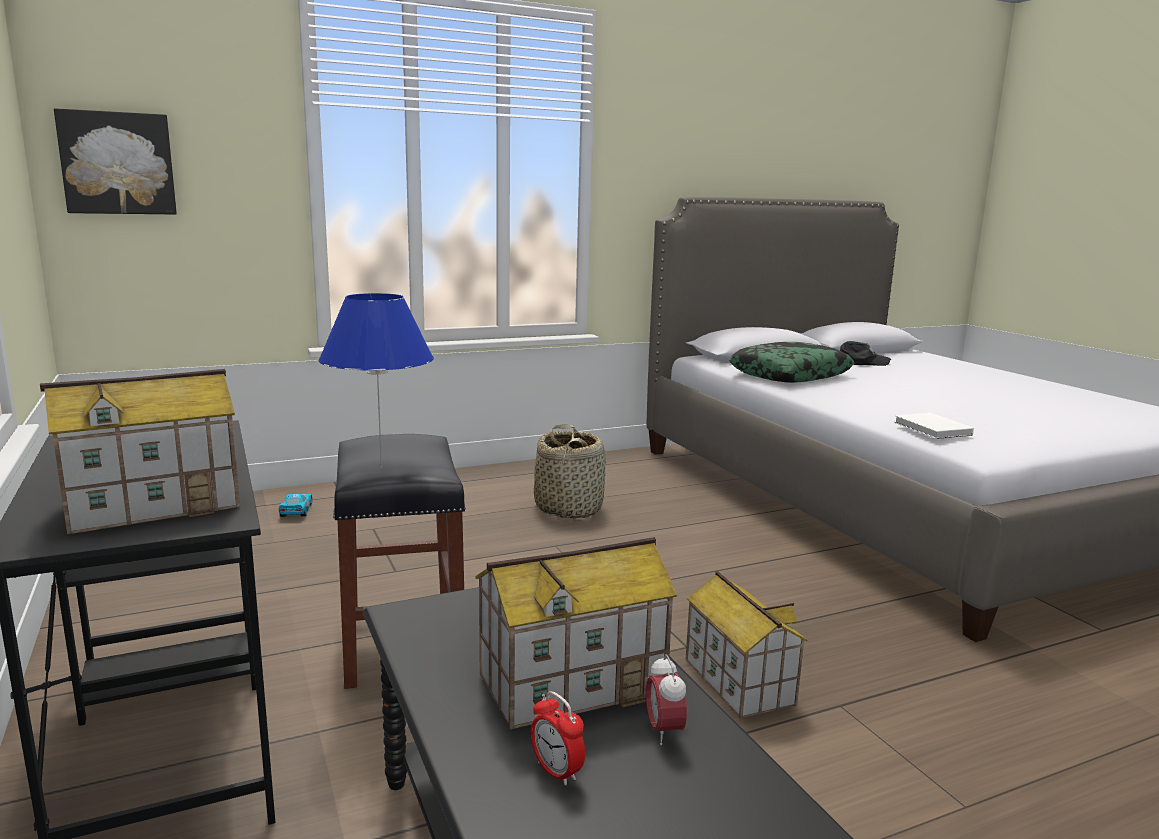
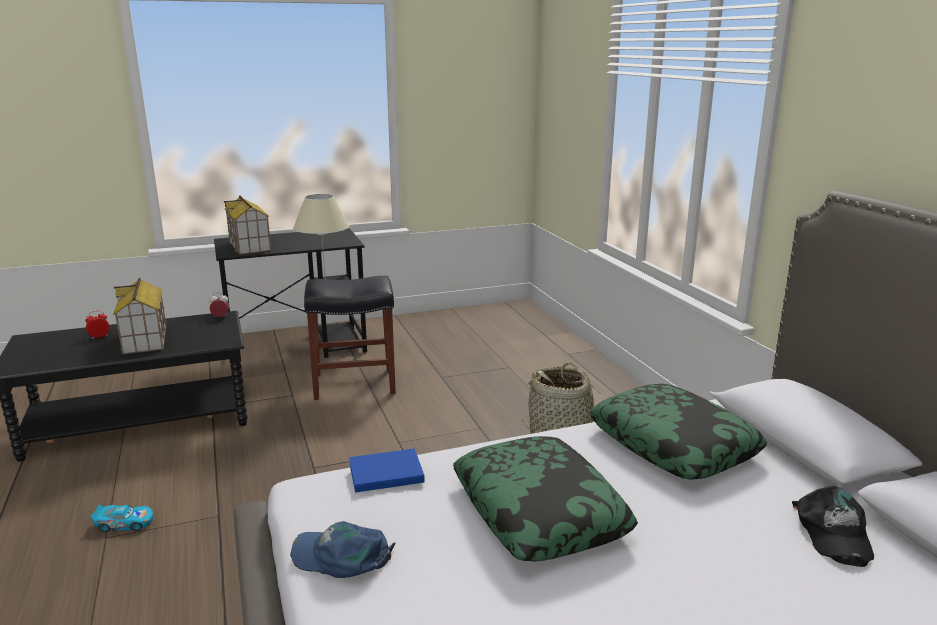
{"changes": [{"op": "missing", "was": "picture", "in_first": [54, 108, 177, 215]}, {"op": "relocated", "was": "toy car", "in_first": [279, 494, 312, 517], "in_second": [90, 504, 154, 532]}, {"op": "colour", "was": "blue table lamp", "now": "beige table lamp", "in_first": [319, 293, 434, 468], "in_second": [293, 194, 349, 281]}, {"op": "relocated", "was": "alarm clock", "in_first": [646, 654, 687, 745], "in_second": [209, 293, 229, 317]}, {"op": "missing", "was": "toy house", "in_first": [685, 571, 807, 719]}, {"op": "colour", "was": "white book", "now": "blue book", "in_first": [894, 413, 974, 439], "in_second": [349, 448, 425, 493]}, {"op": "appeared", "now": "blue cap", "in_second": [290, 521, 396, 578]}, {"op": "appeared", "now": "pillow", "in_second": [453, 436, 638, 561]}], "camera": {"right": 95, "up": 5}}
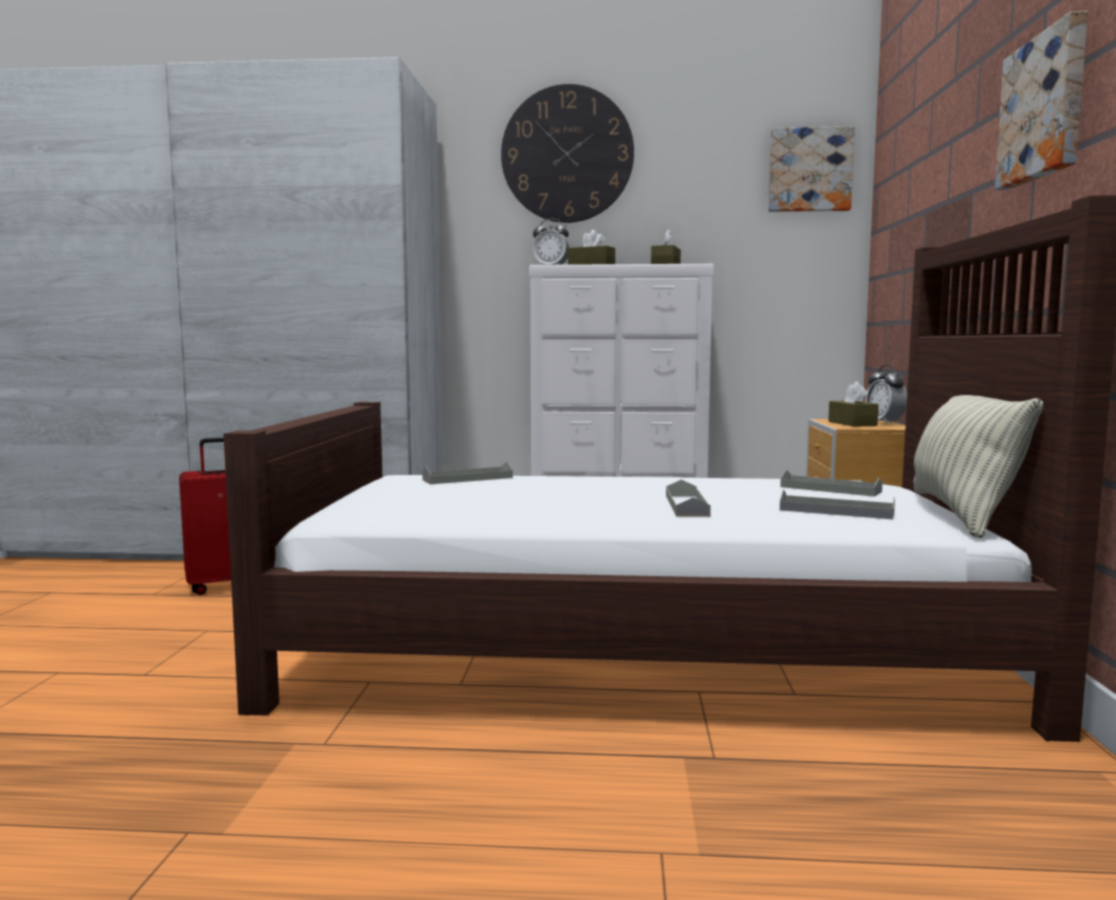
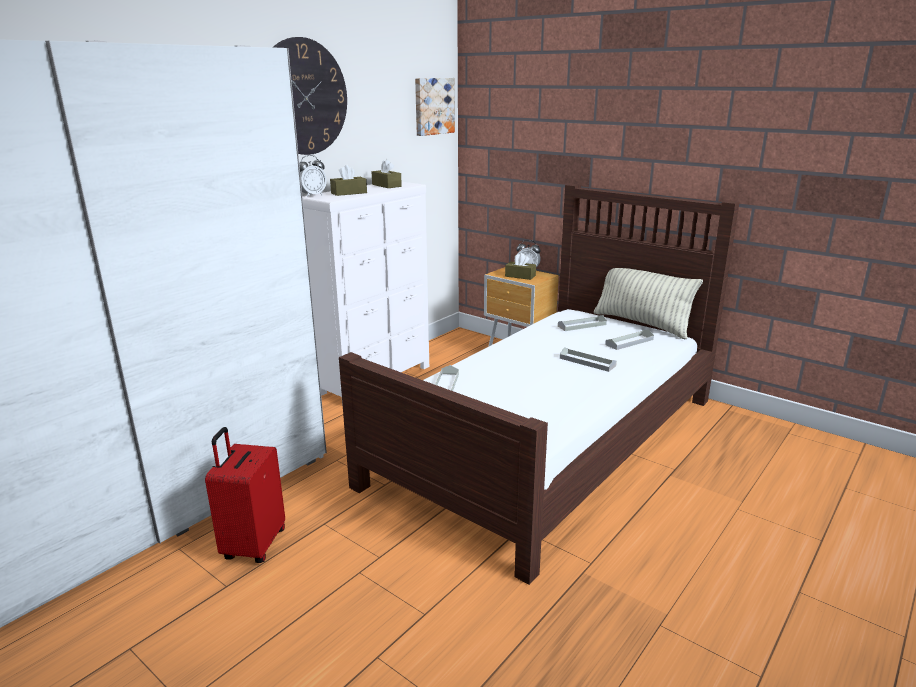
{"changes": [{"op": "missing", "was": "picture", "in_first": [995, 11, 1088, 190]}], "camera": {"right": -55, "up": 15}}
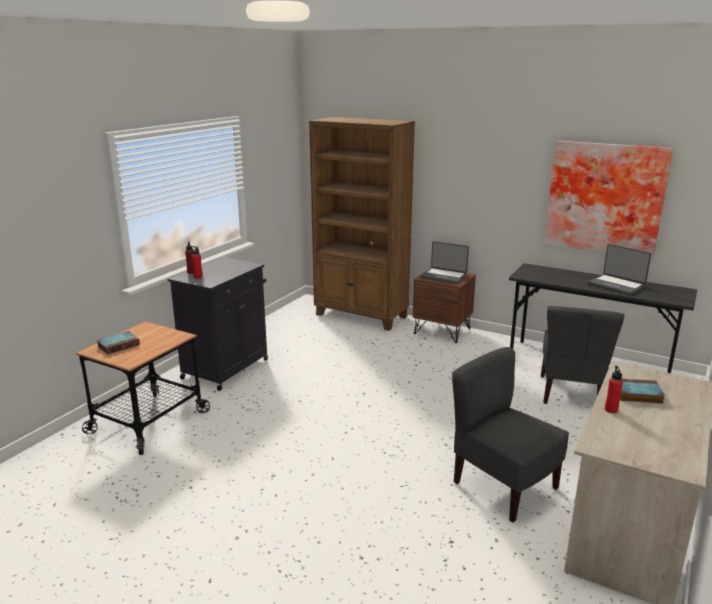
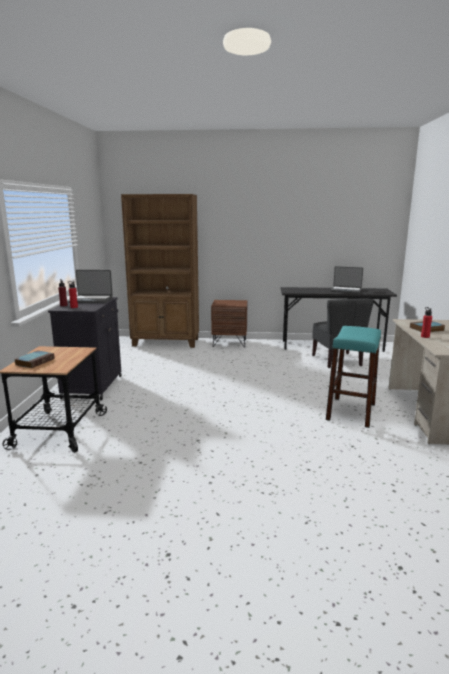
{"changes": [{"op": "relocated", "was": "laptop", "in_first": [421, 241, 469, 284], "in_second": [69, 270, 113, 303]}, {"op": "exchanged", "was": "grey chair", "now": "turquoise stool", "in_first": [452, 347, 569, 522], "in_second": [326, 326, 381, 428]}, {"op": "missing", "was": "picture", "in_first": [544, 141, 673, 259]}], "camera": {"right": -25, "up": -5}}
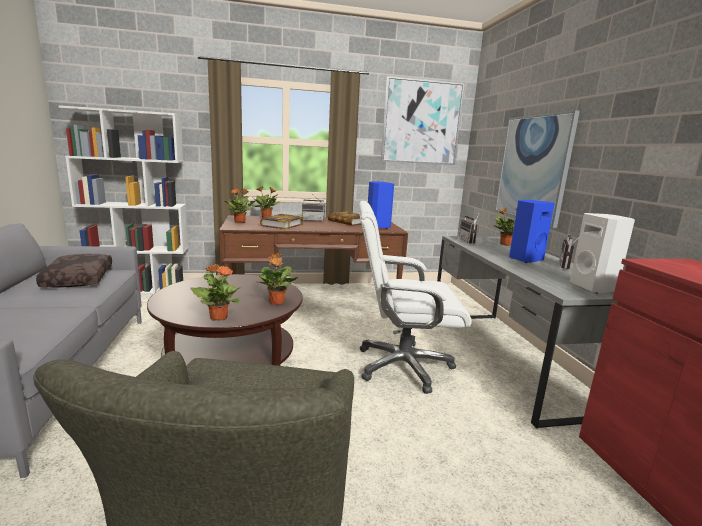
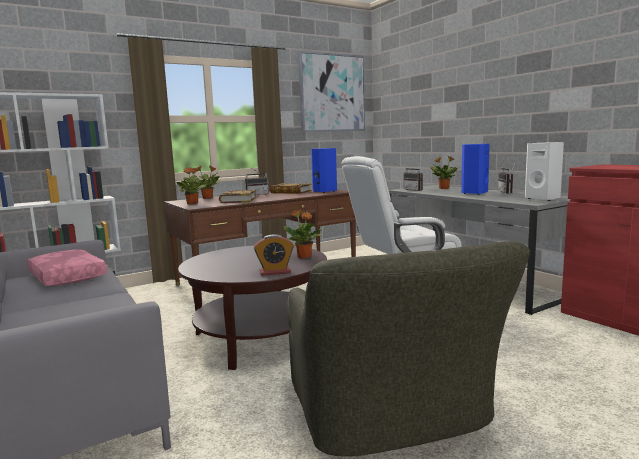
{"changes": [{"op": "colour", "was": "brown pillow", "now": "pink pillow", "in_first": [36, 254, 112, 288], "in_second": [27, 249, 107, 286]}, {"op": "exchanged", "was": "potted plant", "now": "alarm clock", "in_first": [190, 264, 242, 321], "in_second": [254, 234, 294, 276]}, {"op": "missing", "was": "picture", "in_first": [495, 110, 580, 228]}], "camera": {"right": -20, "up": -5}}
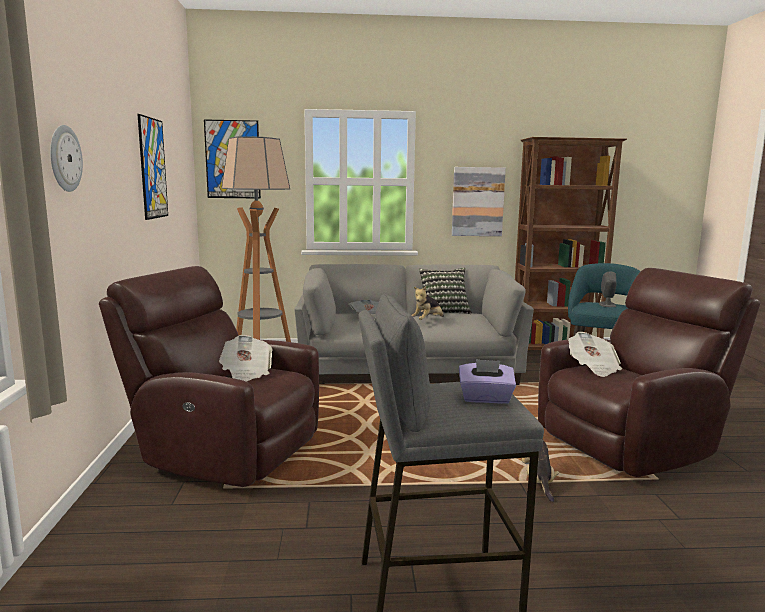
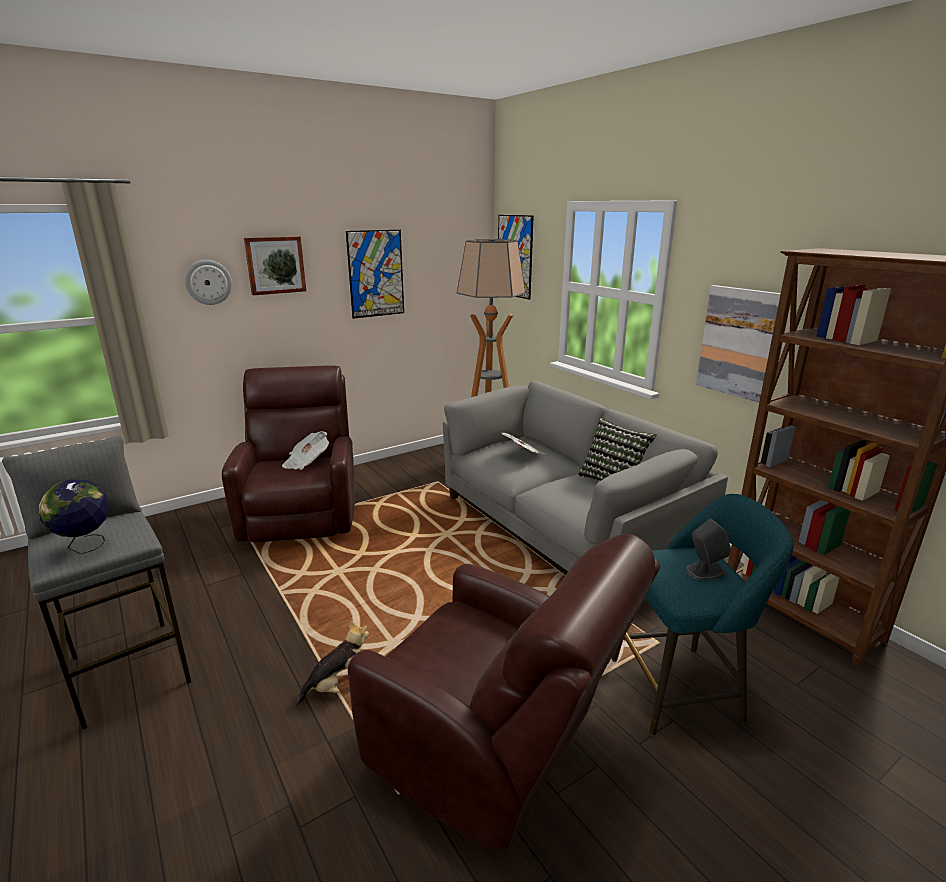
{"changes": [{"op": "missing", "was": "plush toy", "in_first": [412, 286, 444, 320]}, {"op": "exchanged", "was": "purple tissue box", "now": "globe", "in_first": [459, 359, 516, 404], "in_second": [39, 479, 109, 554]}, {"op": "missing", "was": "newspaper", "in_first": [568, 332, 622, 377]}, {"op": "appeared", "now": "picture", "in_second": [244, 236, 306, 295]}], "camera": {"right": 60, "up": 10}}
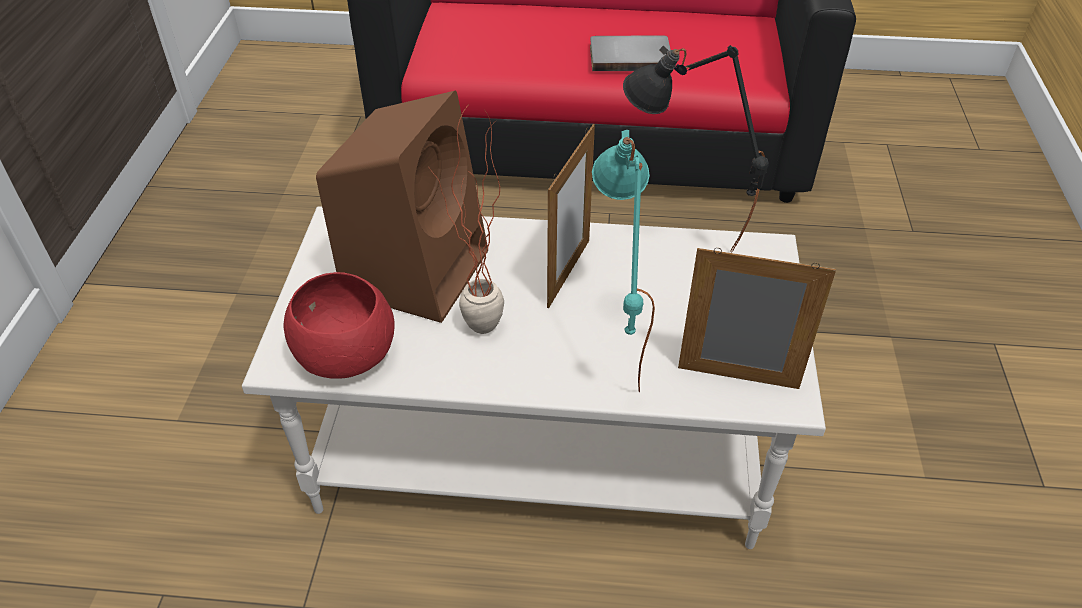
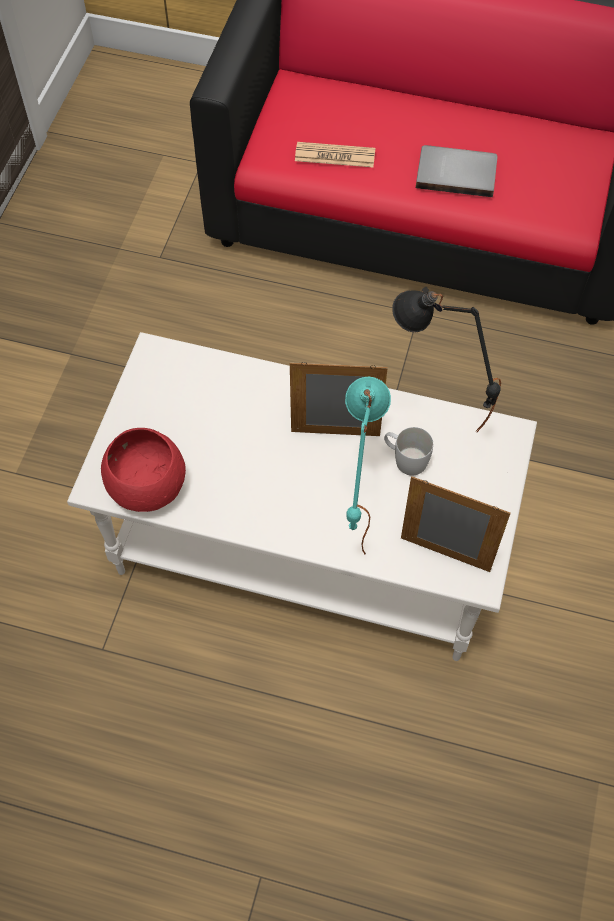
{"changes": [{"op": "missing", "was": "brown speaker", "in_first": [316, 91, 488, 323]}, {"op": "missing", "was": "potted plant", "in_first": [429, 103, 504, 334]}, {"op": "spun", "was": "picture frame", "in_first": [547, 124, 595, 308], "in_second": [290, 362, 388, 436], "clockwise": -120}, {"op": "appeared", "now": "newspaper", "in_second": [295, 142, 375, 167]}, {"op": "appeared", "now": "white mug", "in_second": [384, 427, 433, 476]}], "camera": {"right": 10, "up": 15}}
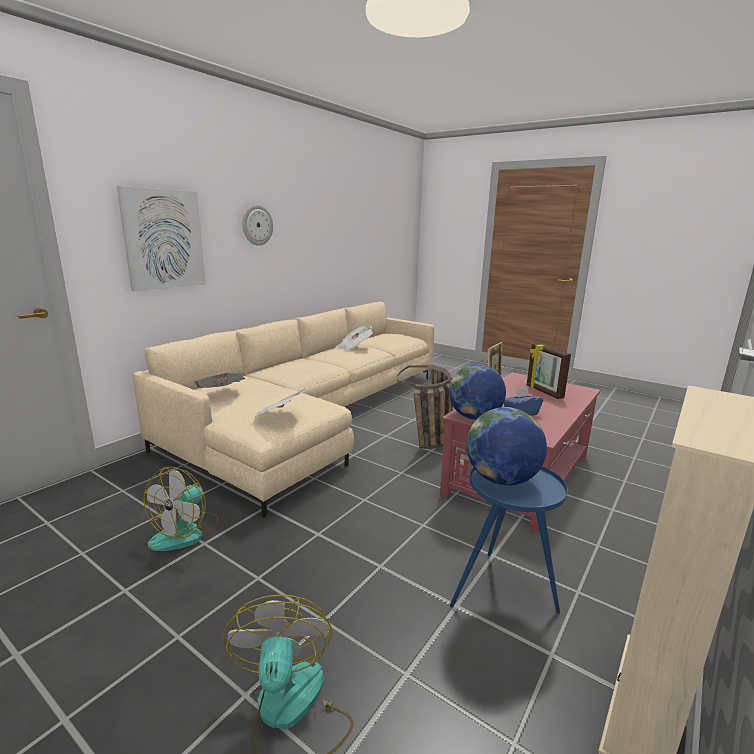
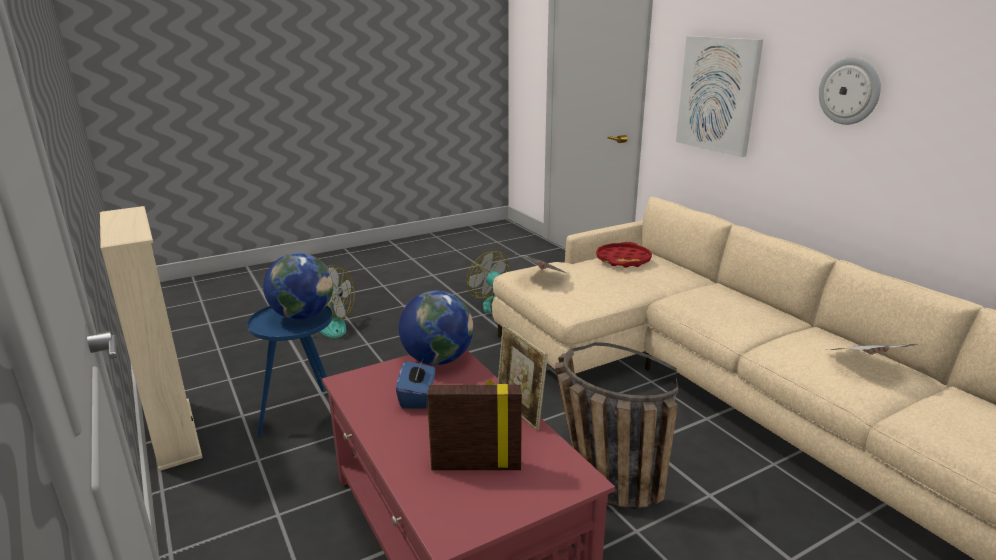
{"changes": [{"op": "exchanged", "was": "newspaper", "now": "red tray", "in_first": [194, 373, 245, 388], "in_second": [596, 242, 652, 268]}], "camera": {"right": 115, "up": 5}}
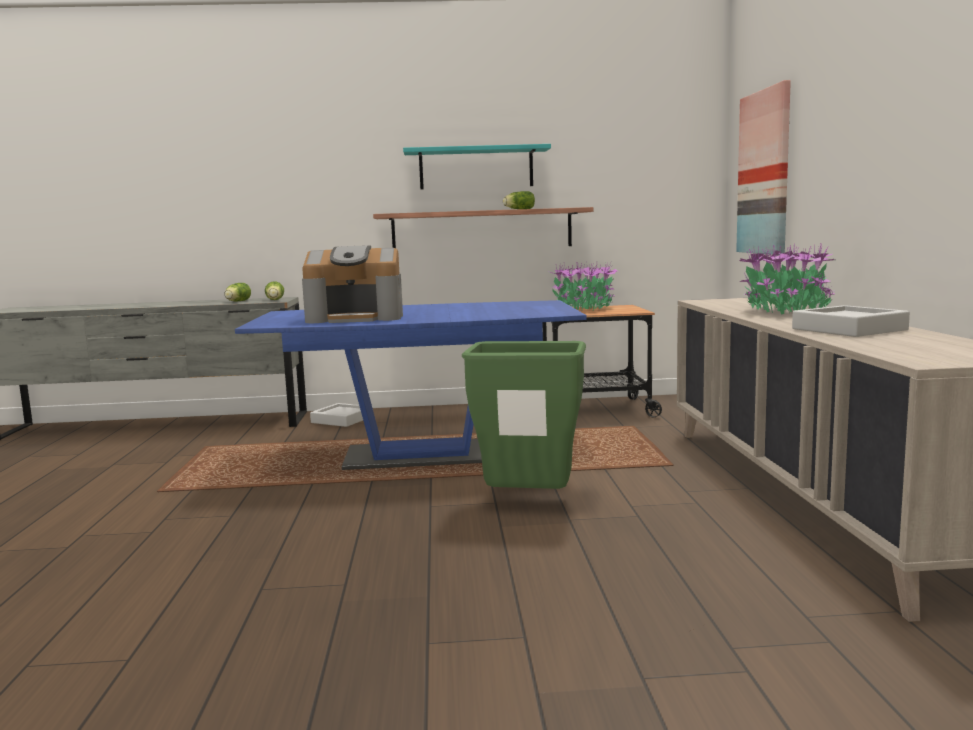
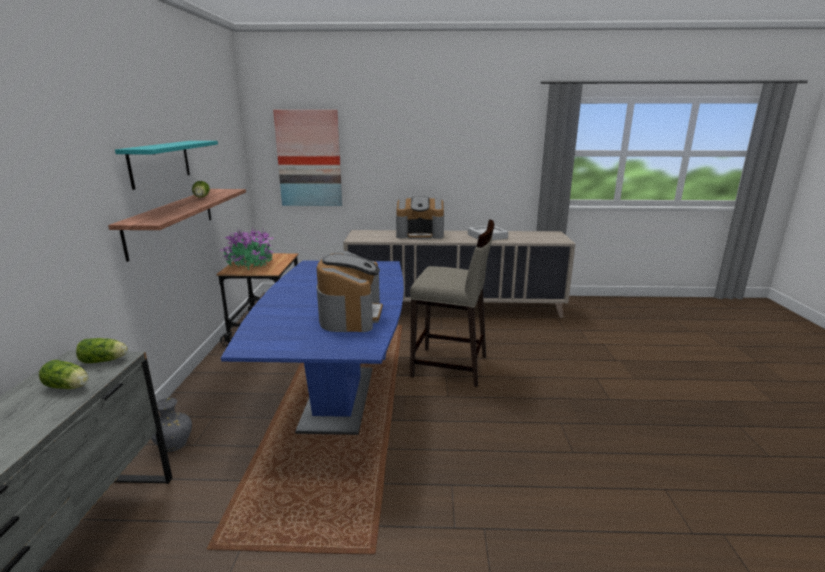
{"changes": [{"op": "exchanged", "was": "grey tray", "now": "grey vase", "in_first": [310, 403, 373, 427], "in_second": [151, 398, 192, 452]}, {"op": "exchanged", "was": "green trash can", "now": "beige stool", "in_first": [462, 341, 586, 489], "in_second": [410, 219, 494, 387]}, {"op": "exchanged", "was": "potted plant", "now": "coffee machine", "in_first": [739, 243, 835, 315], "in_second": [396, 197, 444, 239]}], "camera": {"right": -85, "up": 10}}
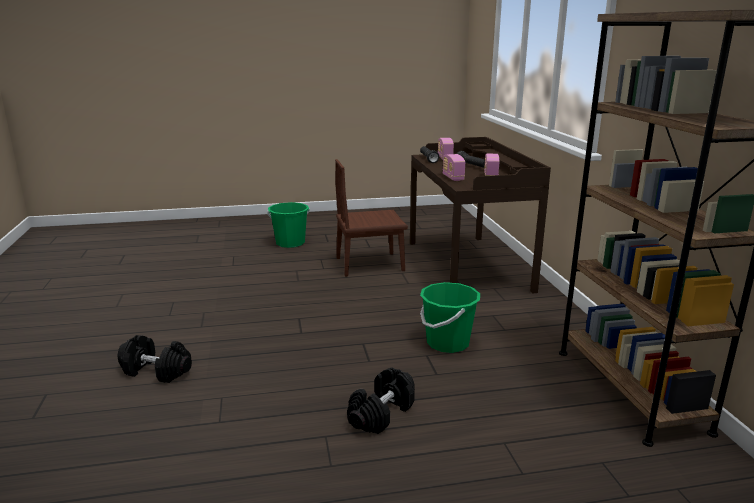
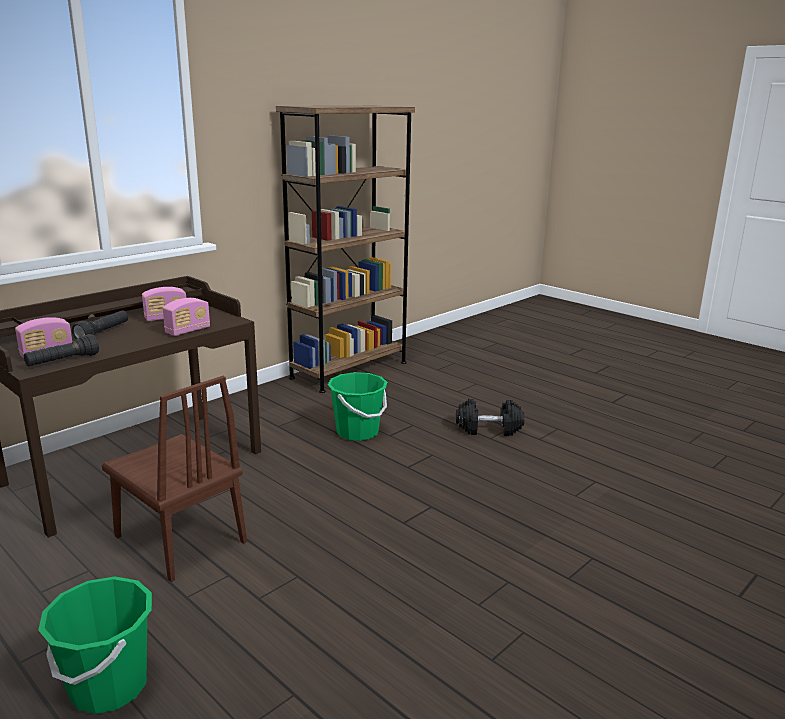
{"changes": [{"op": "missing", "was": "black dumbbell", "in_first": [118, 335, 192, 383]}], "camera": {"right": -125, "up": 0}}
